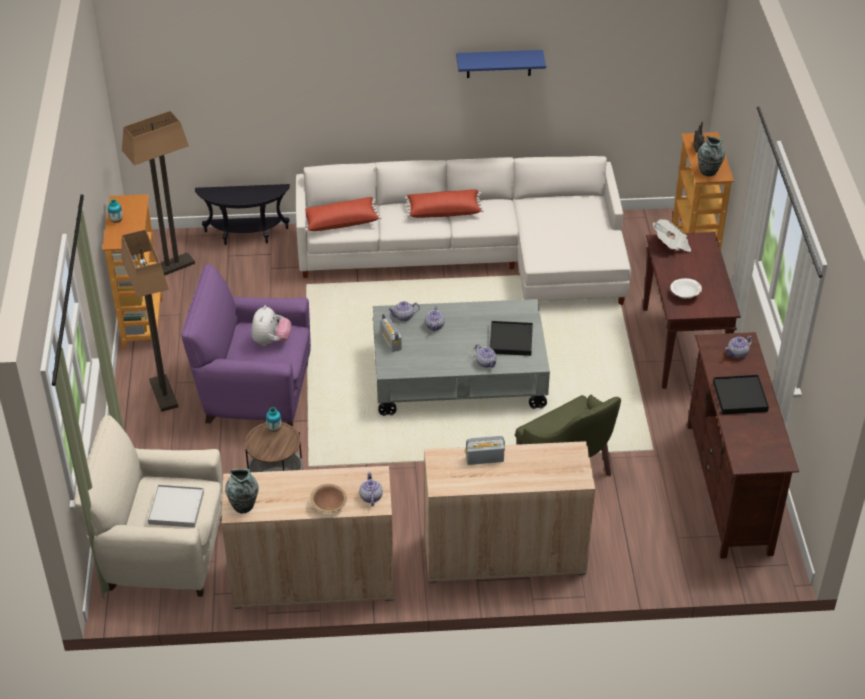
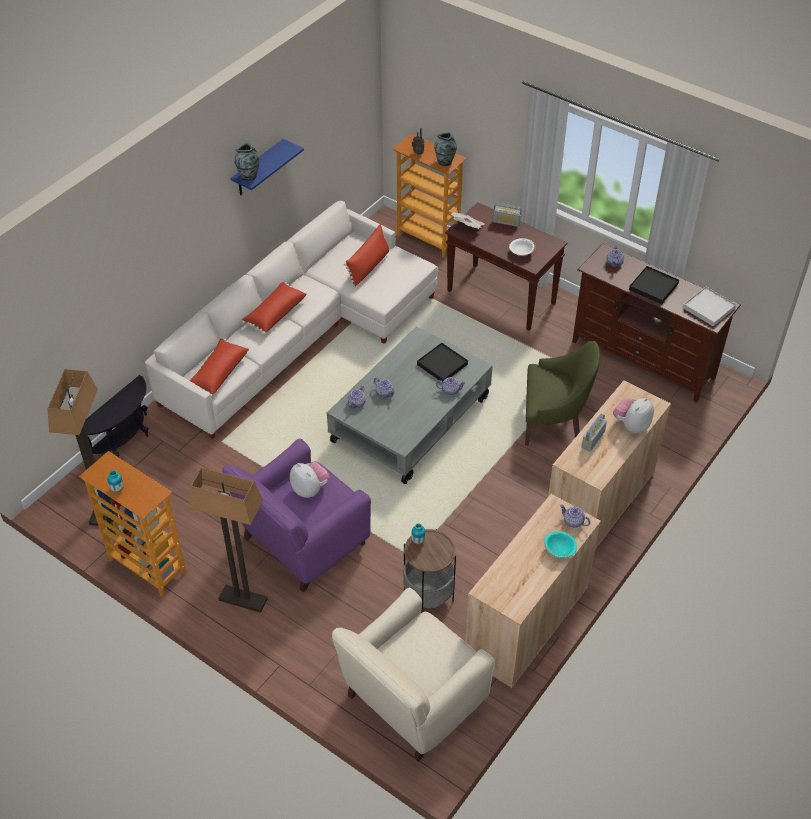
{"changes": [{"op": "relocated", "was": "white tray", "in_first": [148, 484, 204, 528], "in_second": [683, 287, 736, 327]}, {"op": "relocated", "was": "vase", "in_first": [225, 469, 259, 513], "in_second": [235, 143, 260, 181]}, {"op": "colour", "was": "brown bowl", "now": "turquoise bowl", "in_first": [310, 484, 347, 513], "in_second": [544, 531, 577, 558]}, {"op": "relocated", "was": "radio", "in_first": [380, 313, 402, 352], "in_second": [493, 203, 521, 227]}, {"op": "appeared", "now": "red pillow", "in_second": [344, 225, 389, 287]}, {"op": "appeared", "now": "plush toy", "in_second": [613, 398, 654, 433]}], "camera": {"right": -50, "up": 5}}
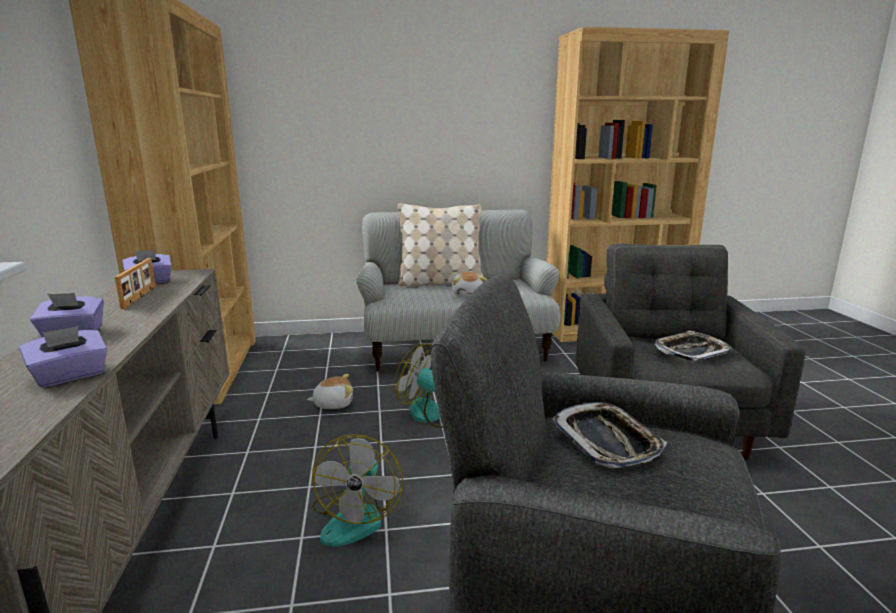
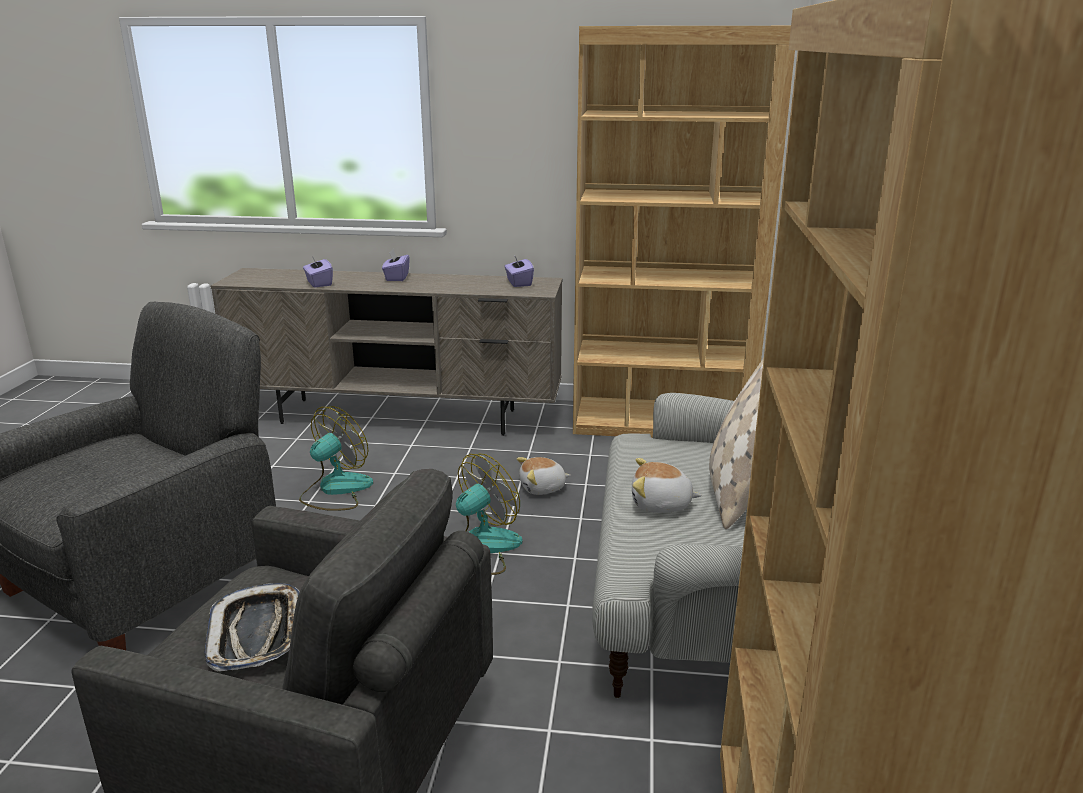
{"changes": [{"op": "missing", "was": "picture frame", "in_first": [115, 258, 156, 309]}, {"op": "spun", "was": "plush toy", "in_first": [307, 374, 353, 409], "in_second": [517, 457, 571, 495], "clockwise": 75}, {"op": "spun", "was": "fan", "in_first": [312, 434, 403, 547], "in_second": [299, 406, 373, 511], "clockwise": 105}, {"op": "missing", "was": "tray", "in_first": [552, 402, 668, 468]}], "camera": {"right": 105, "up": 5}}
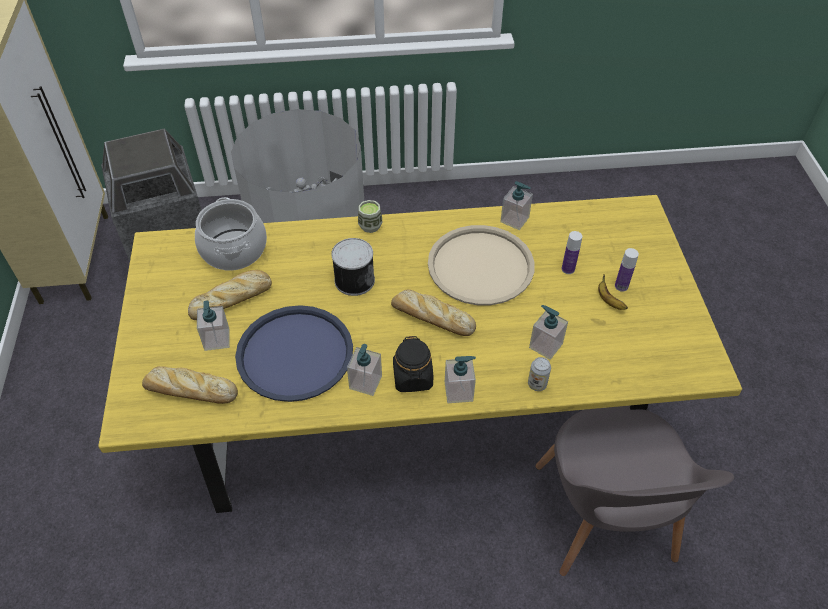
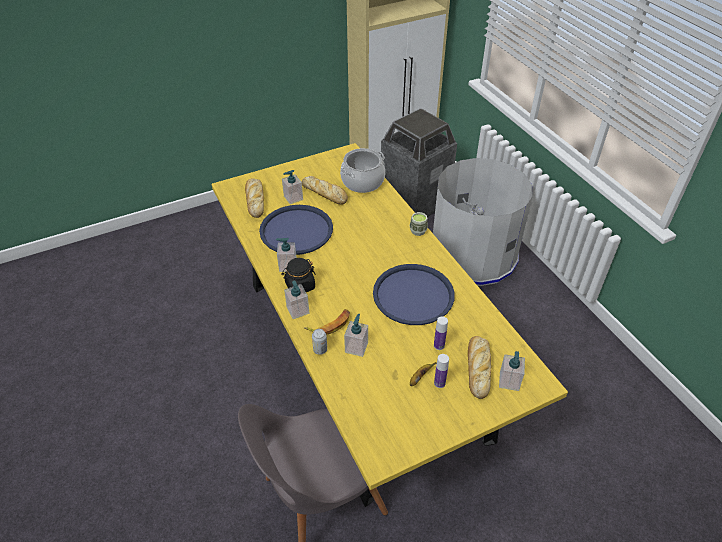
{"changes": [{"op": "missing", "was": "can", "in_first": [331, 238, 375, 296]}, {"op": "relocated", "was": "bread", "in_first": [391, 289, 476, 336], "in_second": [468, 336, 491, 399]}, {"op": "colour", "was": "beige tray", "now": "blue tray", "in_first": [428, 225, 535, 306], "in_second": [373, 264, 455, 325]}, {"op": "relocated", "was": "soap dispenser", "in_first": [500, 181, 533, 230], "in_second": [499, 351, 525, 391]}, {"op": "appeared", "now": "banana", "in_second": [304, 309, 350, 335]}], "camera": {"right": 70, "up": -5}}
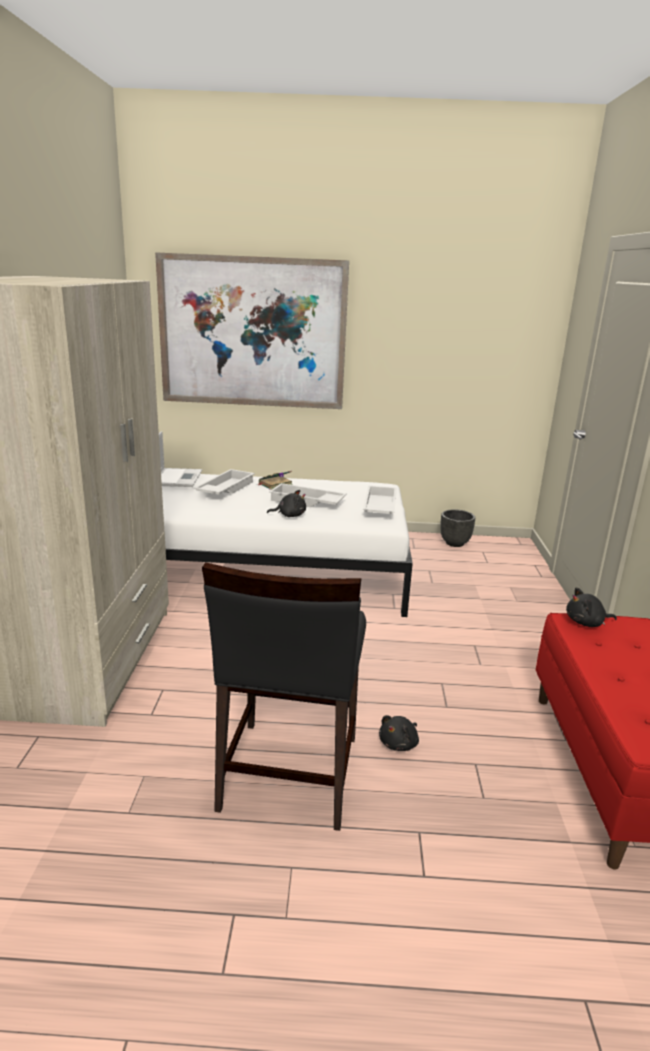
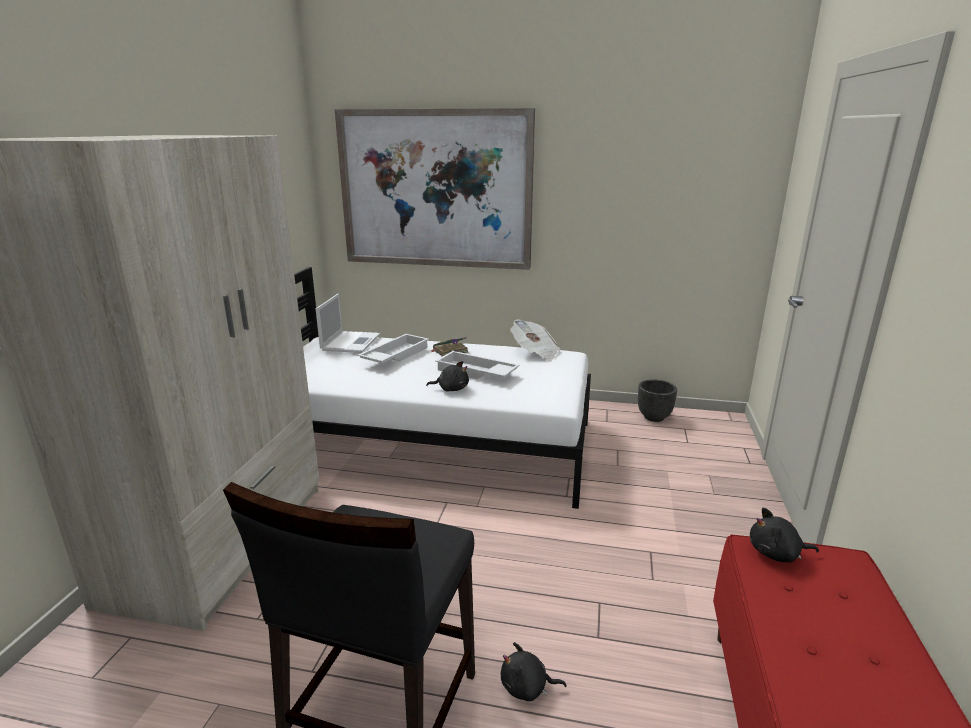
{"changes": [{"op": "missing", "was": "white tray", "in_first": [363, 486, 397, 514]}, {"op": "spun", "was": "black plush toy", "in_first": [379, 715, 419, 751], "in_second": [501, 642, 566, 701], "clockwise": 45}, {"op": "appeared", "now": "newspaper", "in_second": [511, 319, 560, 361]}], "camera": {"right": 10, "up": 0}}
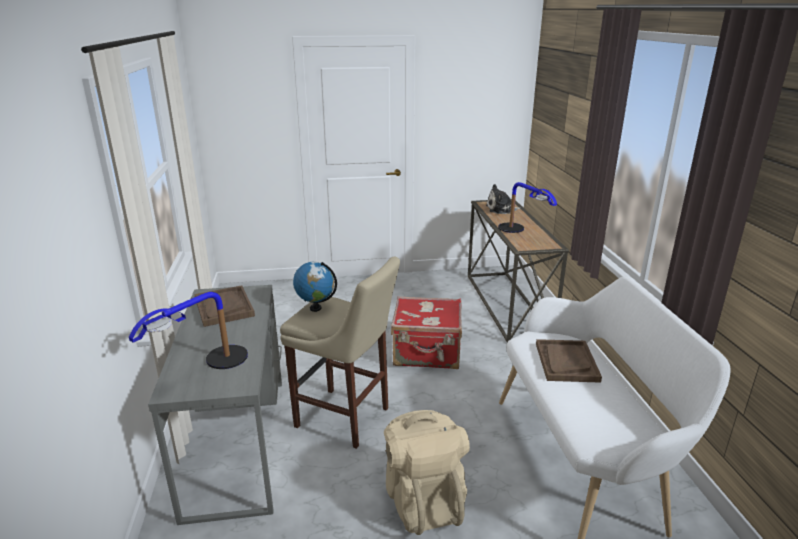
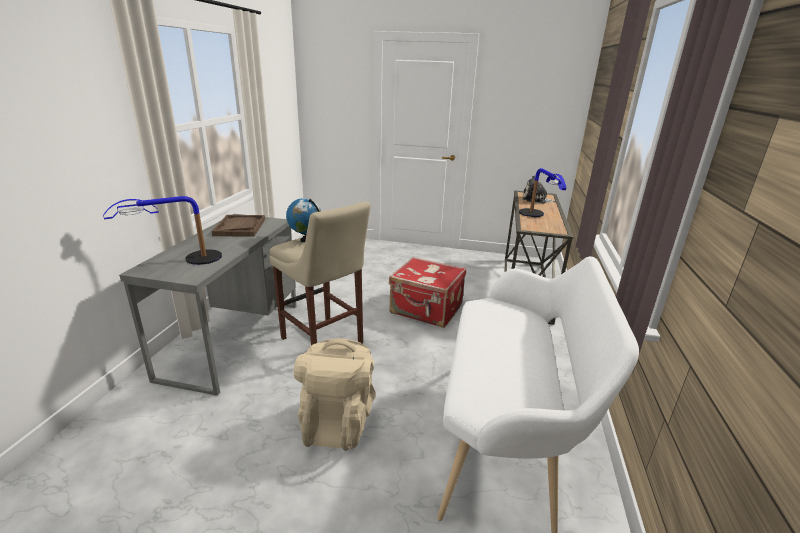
{"changes": [{"op": "missing", "was": "brown tray", "in_first": [536, 339, 602, 383]}], "camera": {"right": 20, "up": 0}}
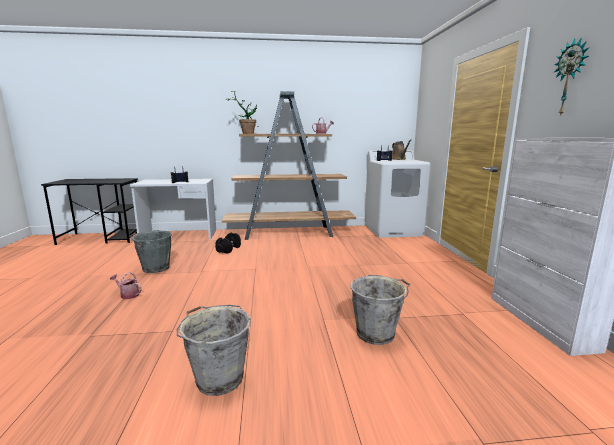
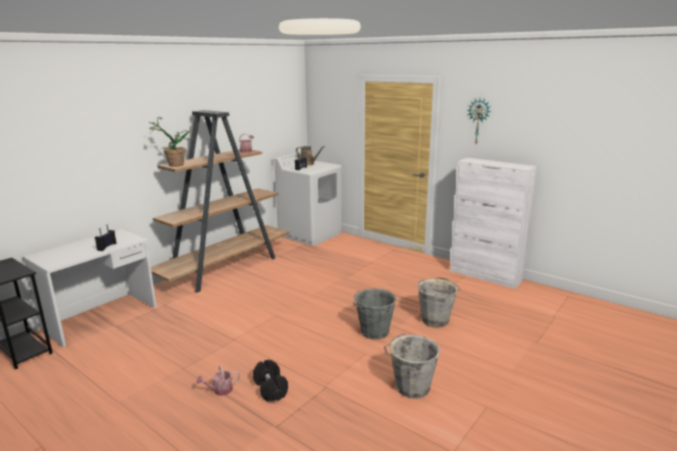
{"changes": [{"op": "relocated", "was": "grey bucket", "in_first": [129, 230, 172, 273], "in_second": [353, 288, 396, 339]}, {"op": "relocated", "was": "black dumbbell", "in_first": [215, 232, 241, 253], "in_second": [253, 360, 288, 402]}], "camera": {"right": -45, "up": 5}}
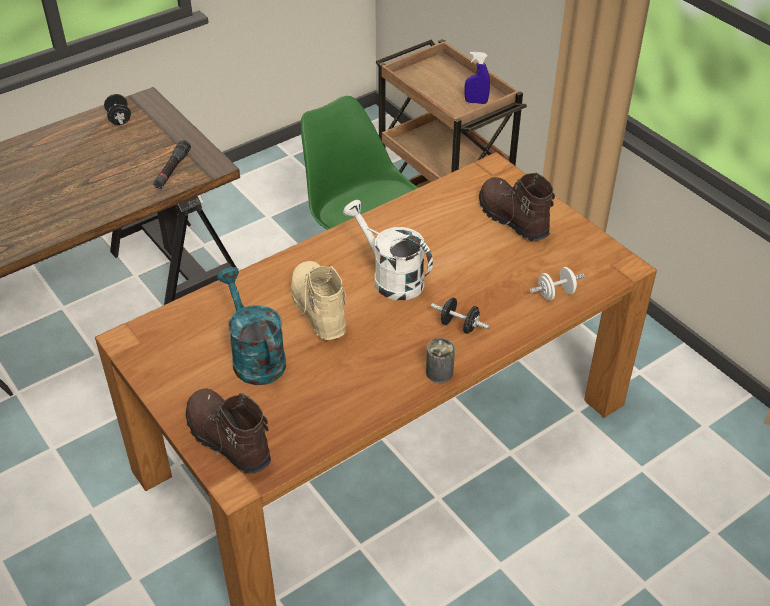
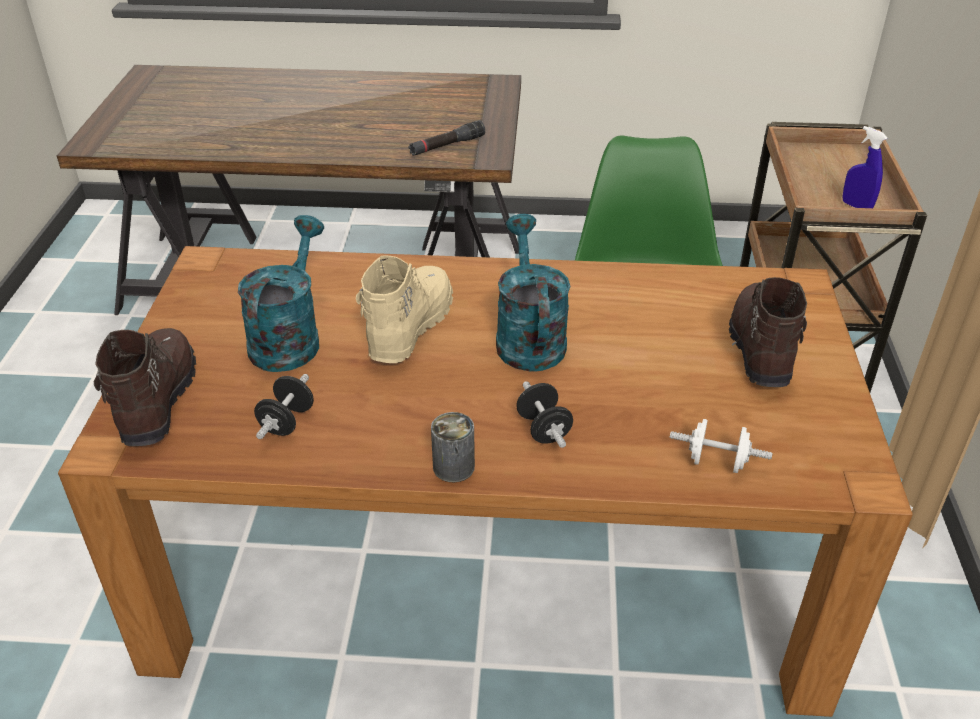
{"changes": [{"op": "relocated", "was": "black dumbbell", "in_first": [104, 94, 131, 125], "in_second": [254, 374, 314, 439]}, {"op": "colour", "was": "white watering can", "now": "turquoise watering can", "in_first": [343, 200, 433, 300], "in_second": [496, 214, 571, 371]}], "camera": {"right": 40, "up": -5}}
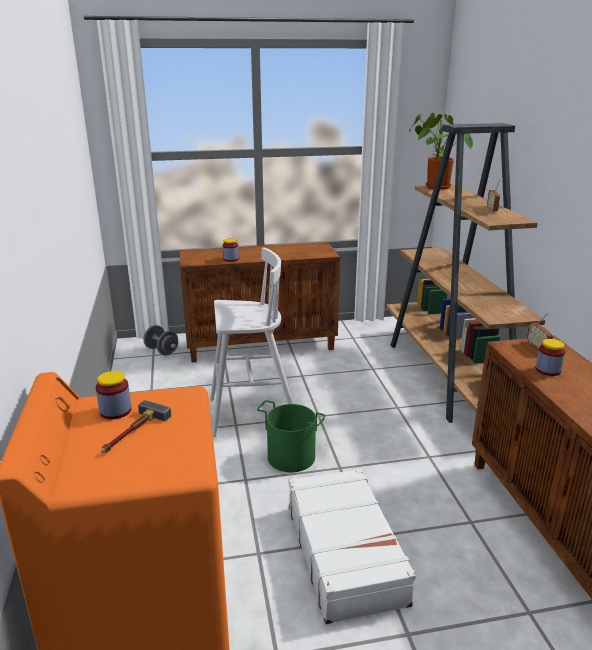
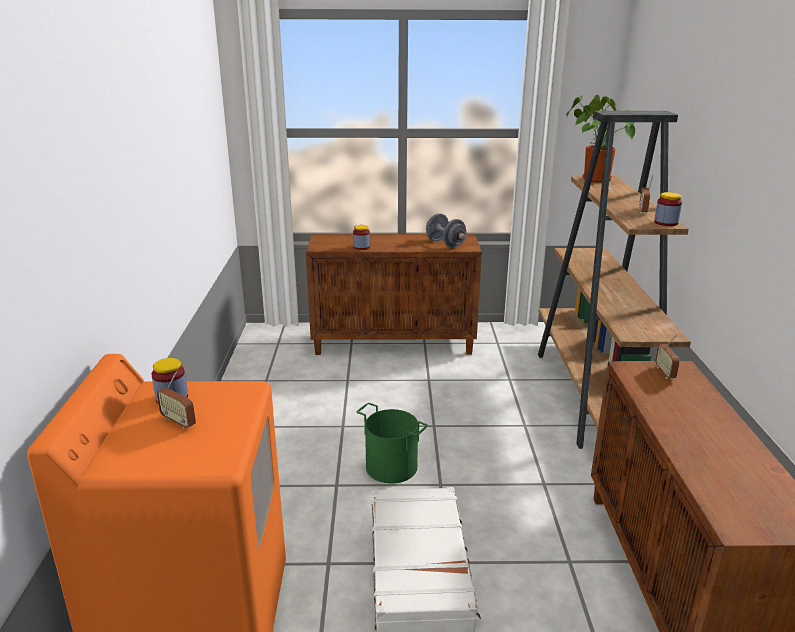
{"changes": [{"op": "exchanged", "was": "hammer", "now": "radio", "in_first": [101, 400, 172, 453], "in_second": [156, 371, 196, 430]}, {"op": "relocated", "was": "grey dumbbell", "in_first": [143, 325, 178, 355], "in_second": [426, 213, 467, 248]}, {"op": "missing", "was": "white stool", "in_first": [210, 247, 293, 437]}, {"op": "relocated", "was": "jar", "in_first": [536, 339, 566, 376], "in_second": [654, 192, 682, 226]}], "camera": {"right": 10, "up": 0}}
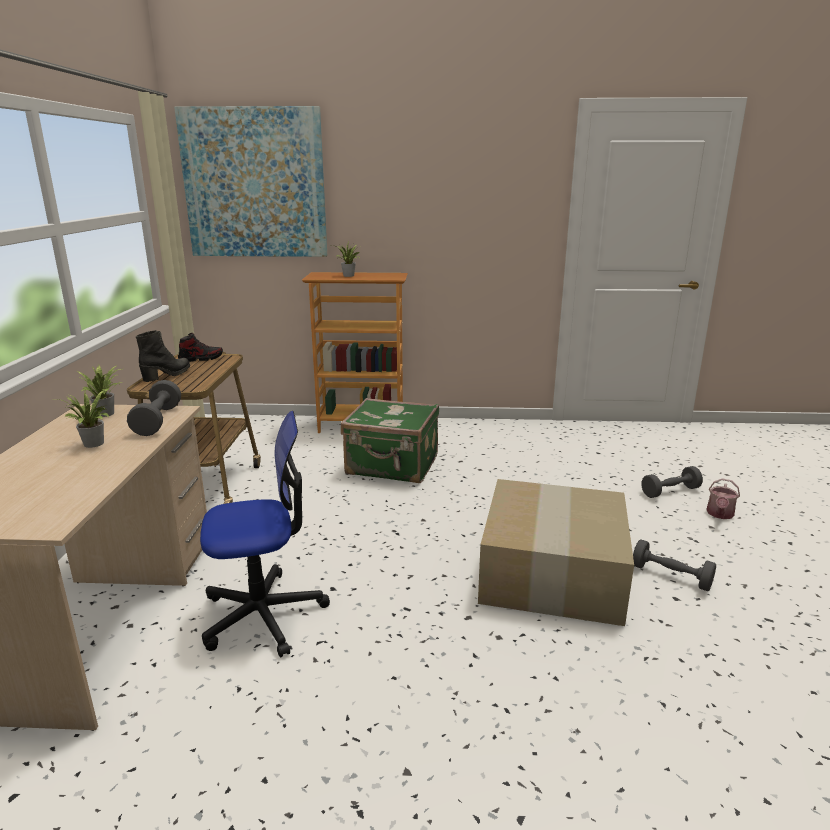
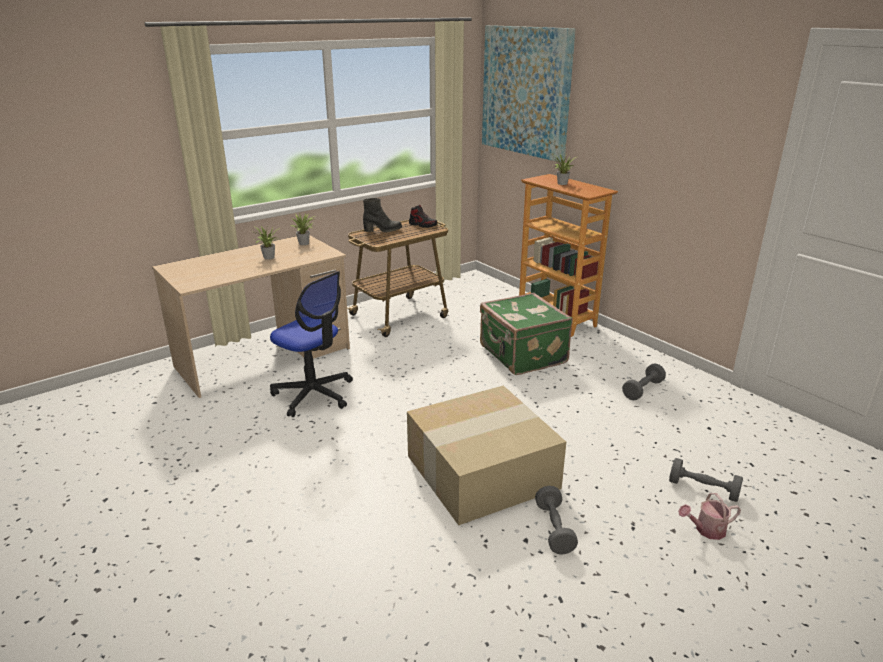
{"changes": [{"op": "relocated", "was": "grey dumbbell", "in_first": [127, 380, 181, 436], "in_second": [622, 363, 666, 401]}], "camera": {"right": 50, "up": 5}}
